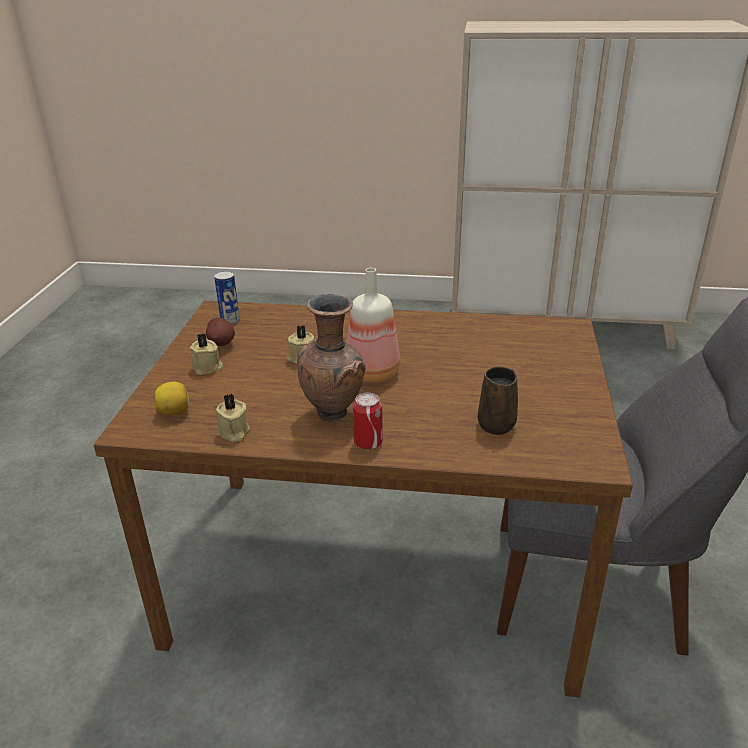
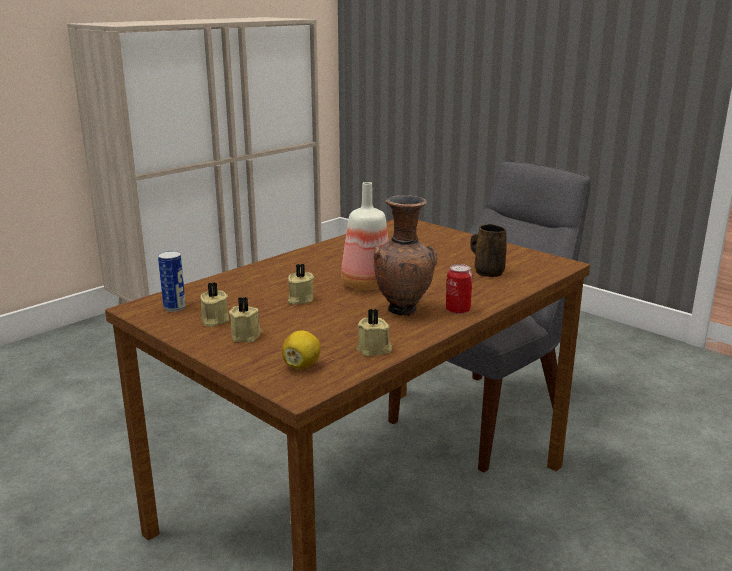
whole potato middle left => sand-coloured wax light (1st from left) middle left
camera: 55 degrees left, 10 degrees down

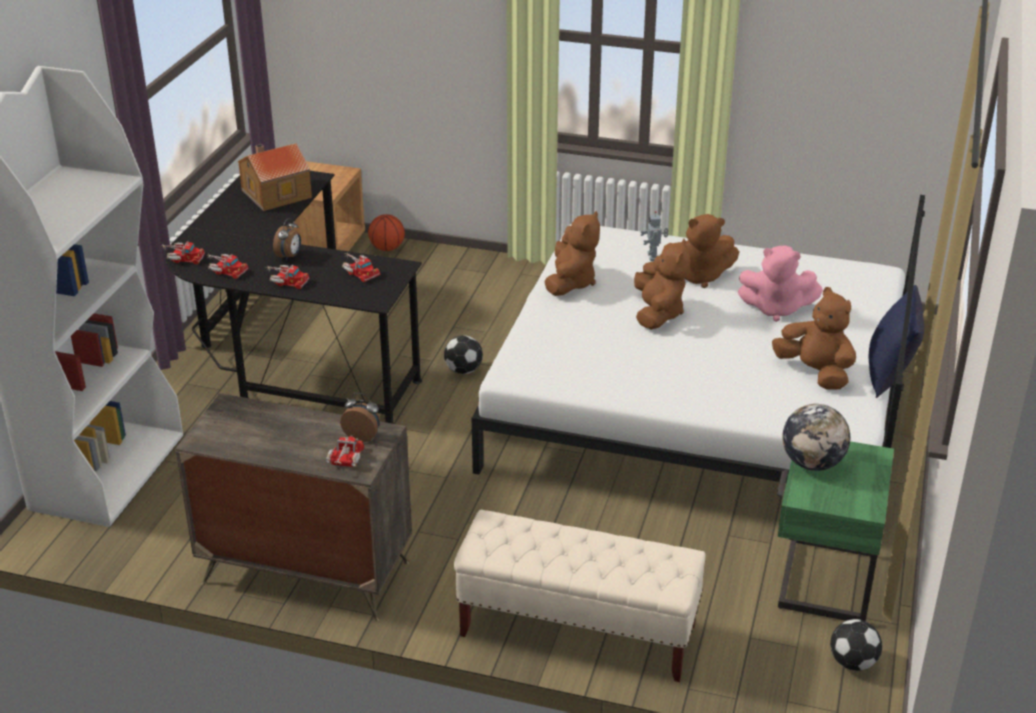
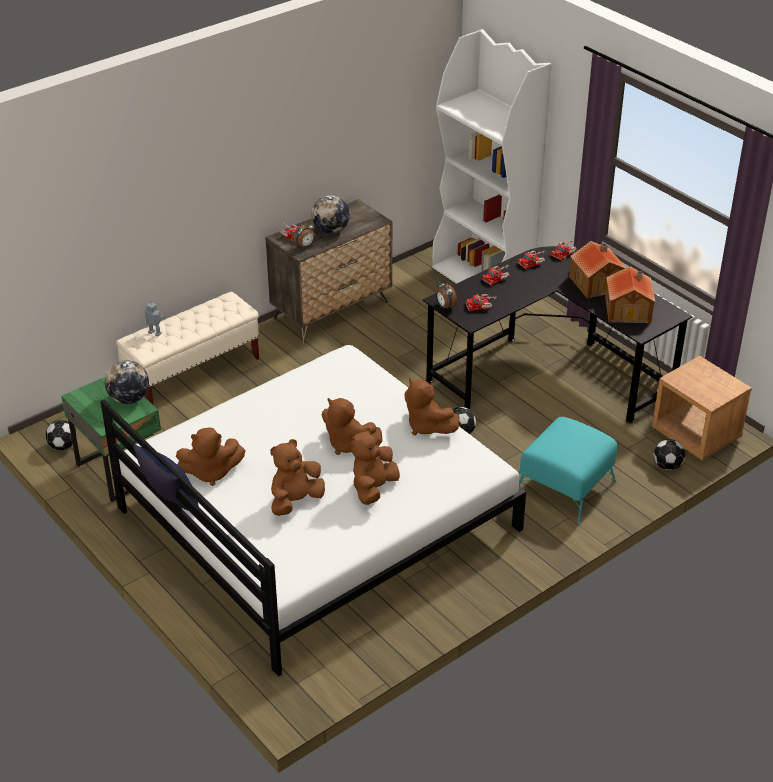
nothing => world globe (2nd from left) top centre
nothing => turquoise-coloured pouffe middle right
nothing => toy house (1st from left) middle right
table clock (1st from left in the first image) middle left => table clock (2nd from left) centre, move
toy robot top centre => toy robot middle left, move
ball for basketball top centre => football ball (3rd from left) middle right
pinkish soft toy middle right => brownish soft toy (2nd from left) centre
camera: 125 degrees right, 5 degrees up

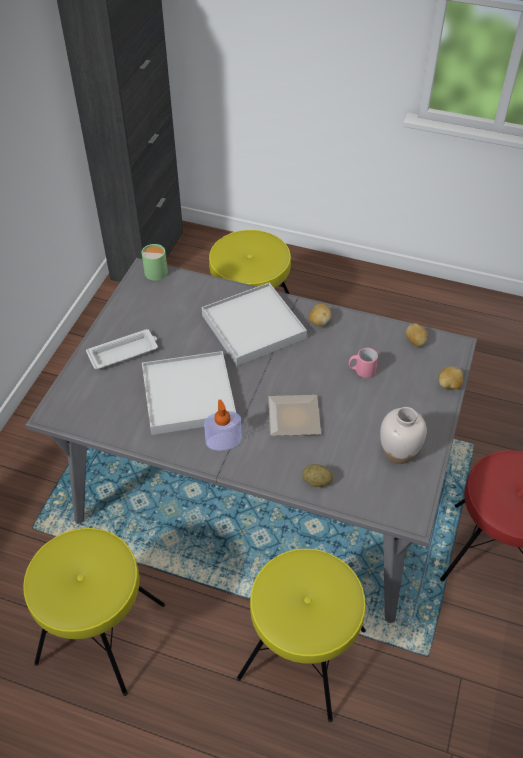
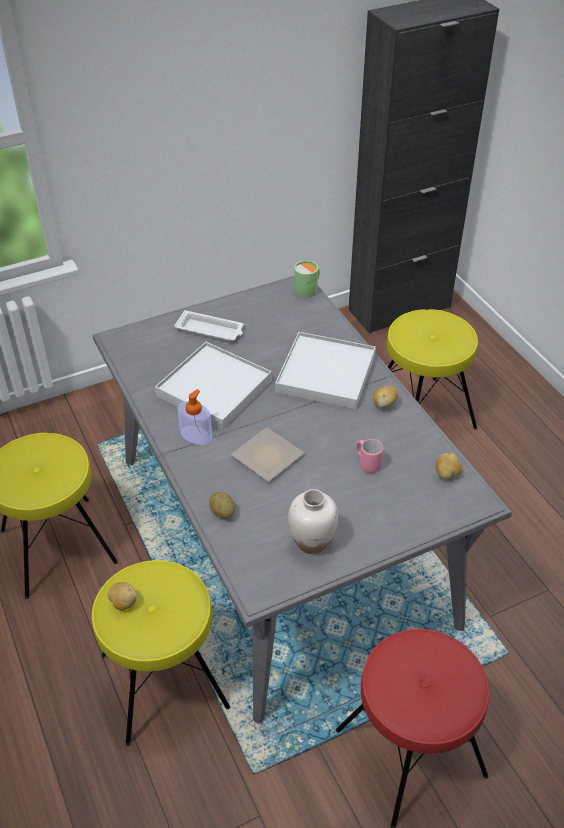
whole potato (4th from left in the first image) middle right => whole potato (1st from left) bottom left, move
camera: 45 degrees right, 5 degrees down

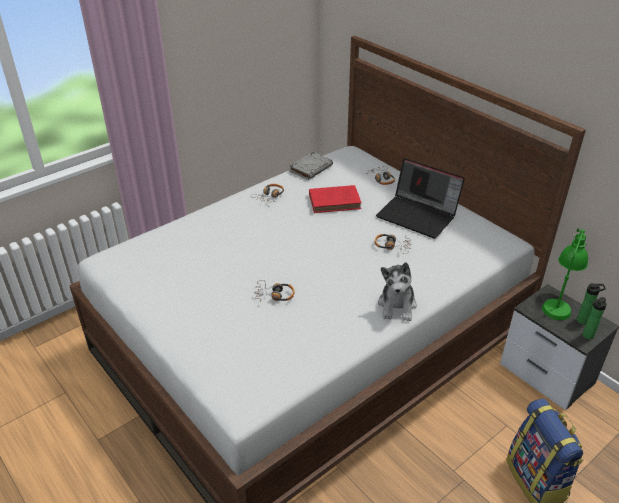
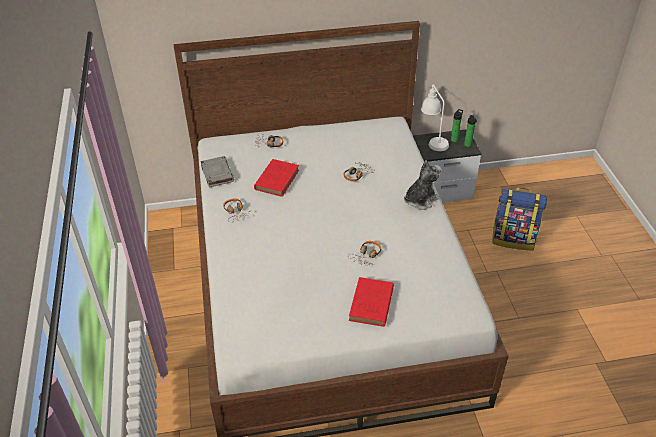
laptop middle right => nothing
nothing => red-coloured volume (2nd from left) bottom centre
greenish tabletop lamp middle right => whitish tabletop lamp top centre
soft toy centre, 75 degrees counterclockwise
camera: 60 degrees left, 5 degrees up

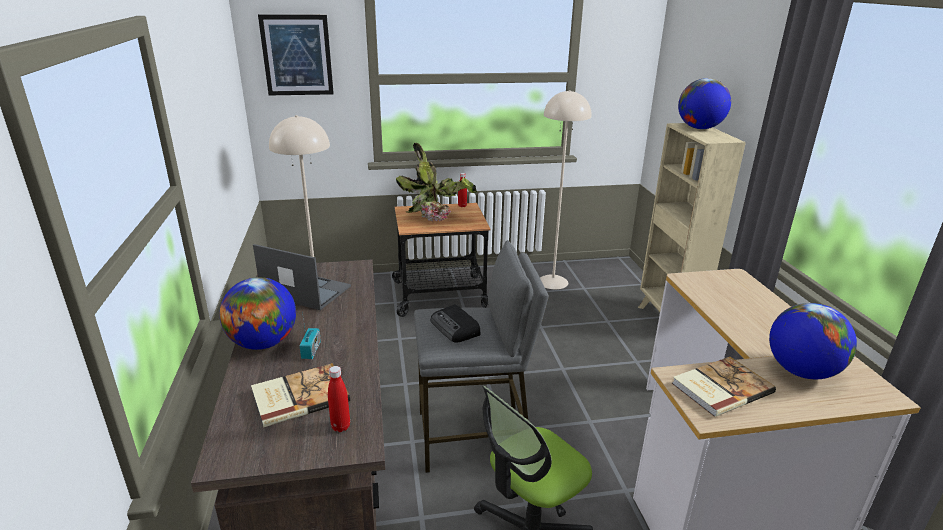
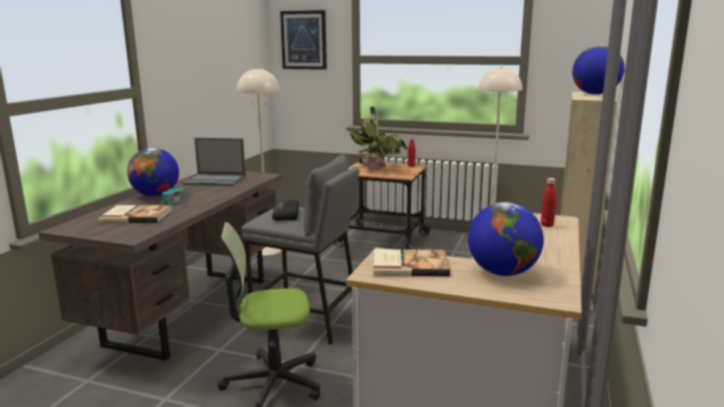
red-coloured drink bottle (1st from left in the first image) bottom centre => red-coloured drink bottle (2nd from left) middle right, move
laptop middle left, 135 degrees clockwise
camera: 30 degrees right, 10 degrees down

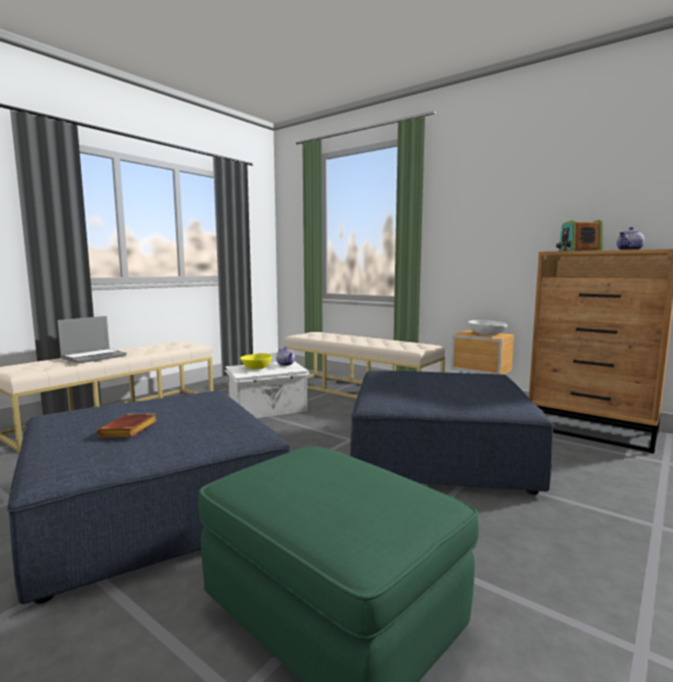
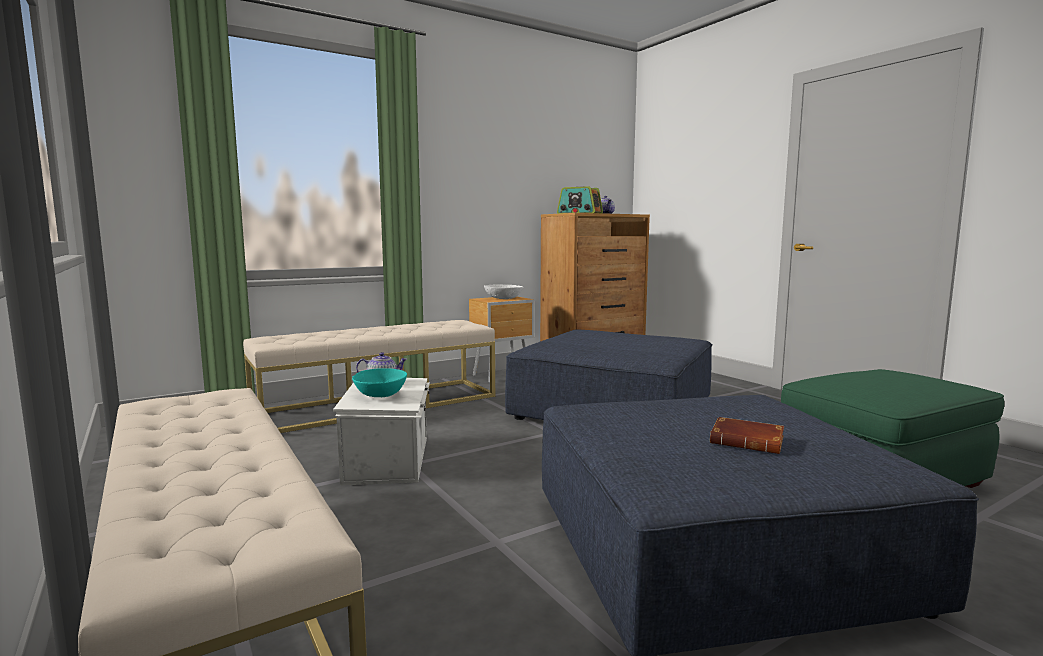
laptop middle left => nothing
yellowish bowl centre => turquoise-coloured bowl centre
camera: 70 degrees left, 0 degrees up

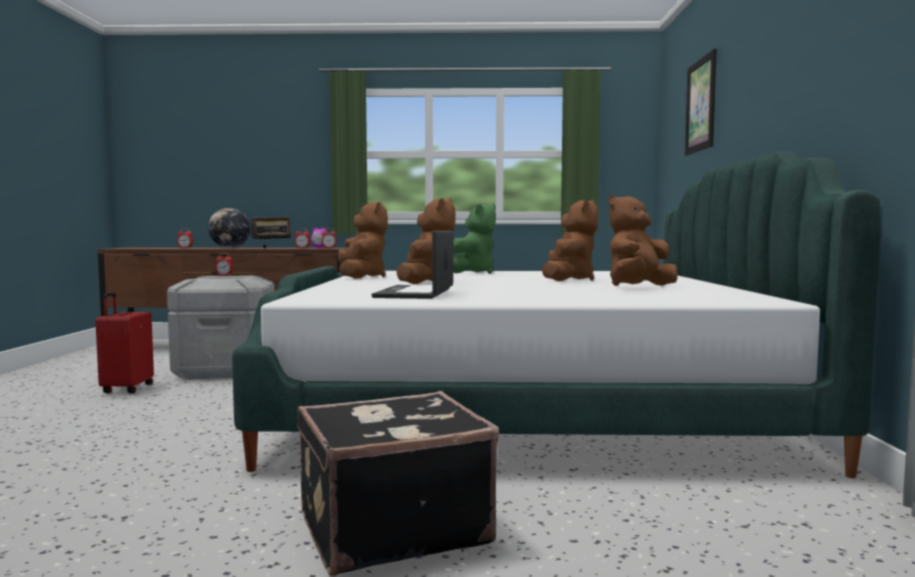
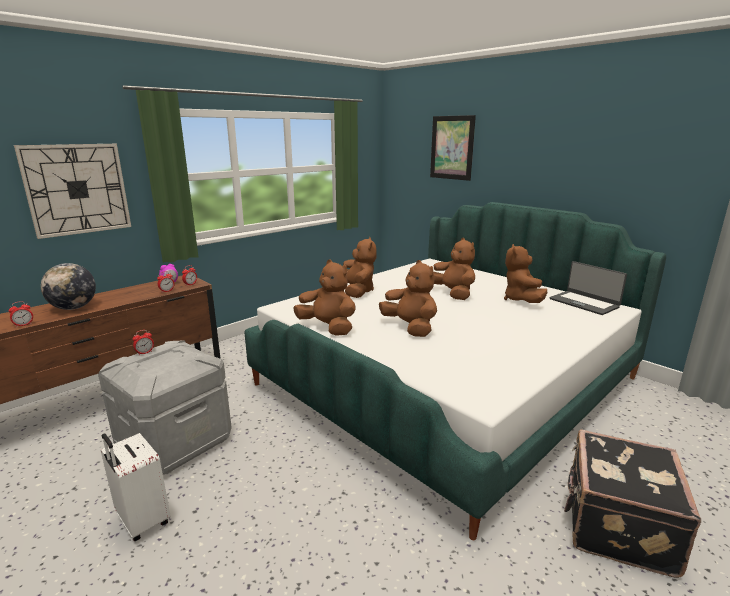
radio middle left => nothing
nothing => wall clock top left
laptop centre => laptop middle right, move
red-coloured piece of luggage middle left => whitish piece of luggage bottom left
greenish soft toy centre => brownish soft toy (2nd from left) centre
camera: 45 degrees left, 15 degrees up

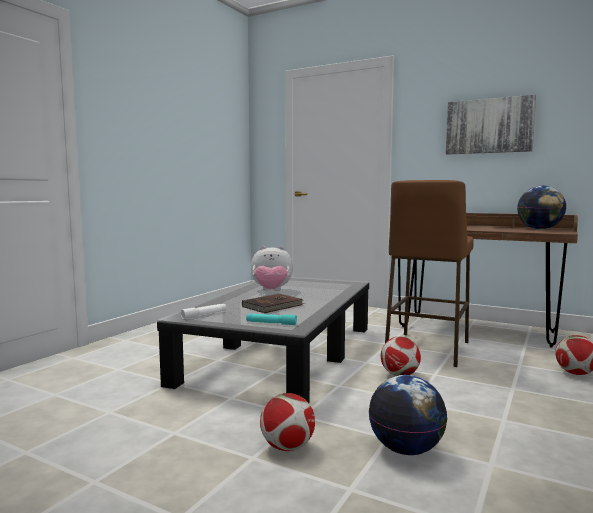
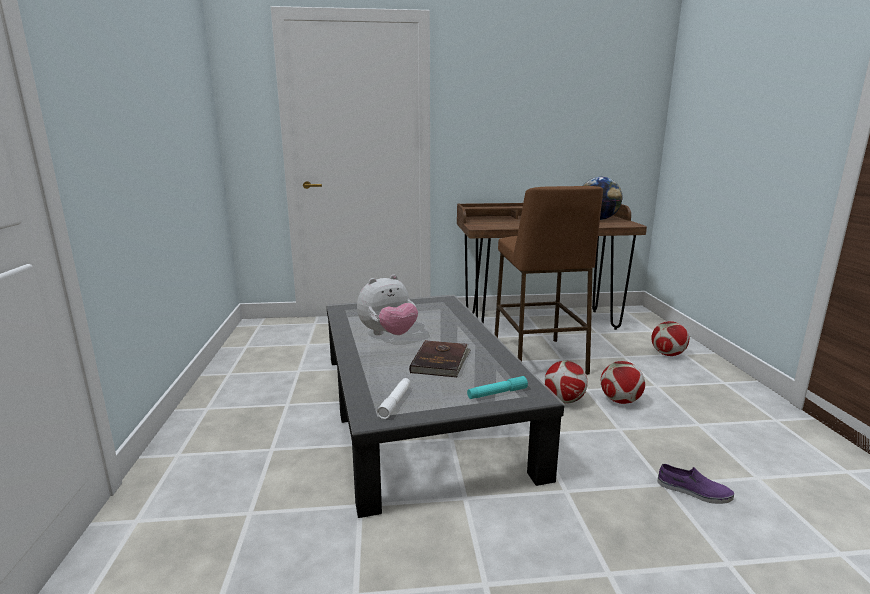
wall art top right => nothing
football ball (1st from left in the first image) bottom centre => football ball (2nd from left) middle right, move
world globe (1st from left) bottom right => purplish item of footwear bottom right
camera: 35 degrees left, 10 degrees up

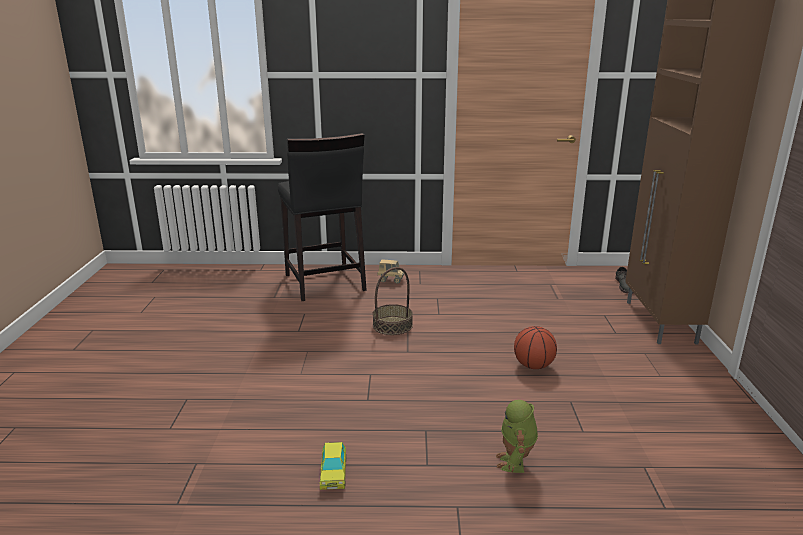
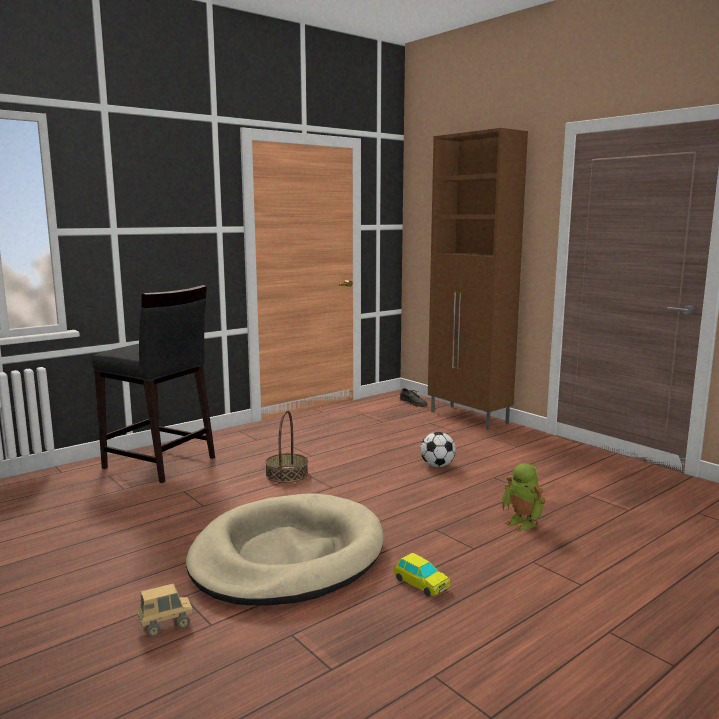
nothing => sand-coloured dog cushion bottom centre
toy lorry centre => toy lorry bottom left, move
ball for basketball centre => football ball centre
camera: 40 degrees left, 10 degrees down

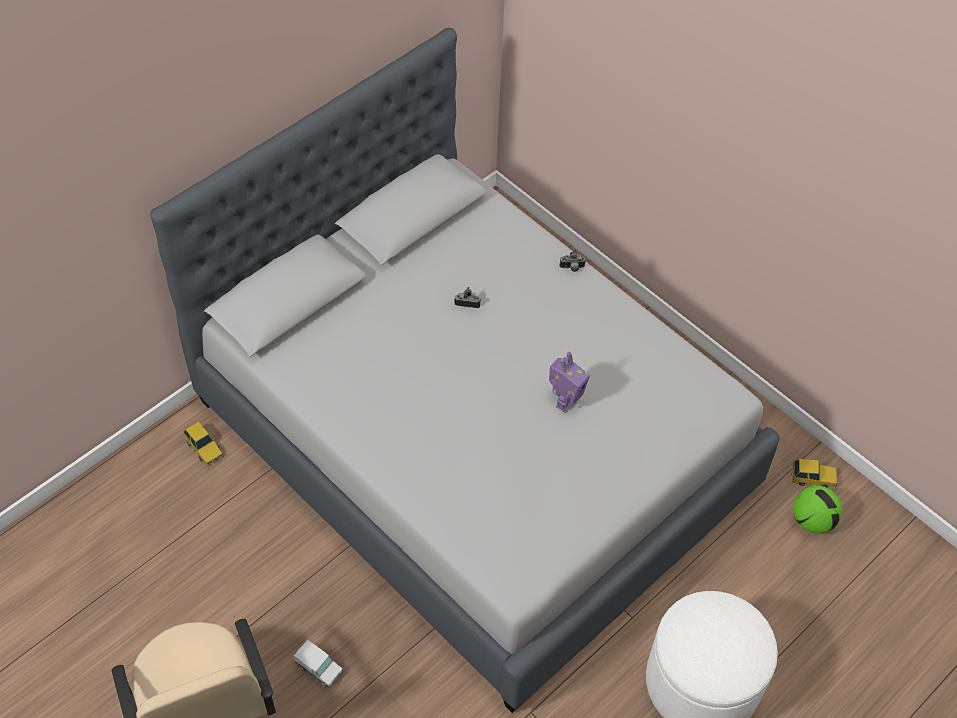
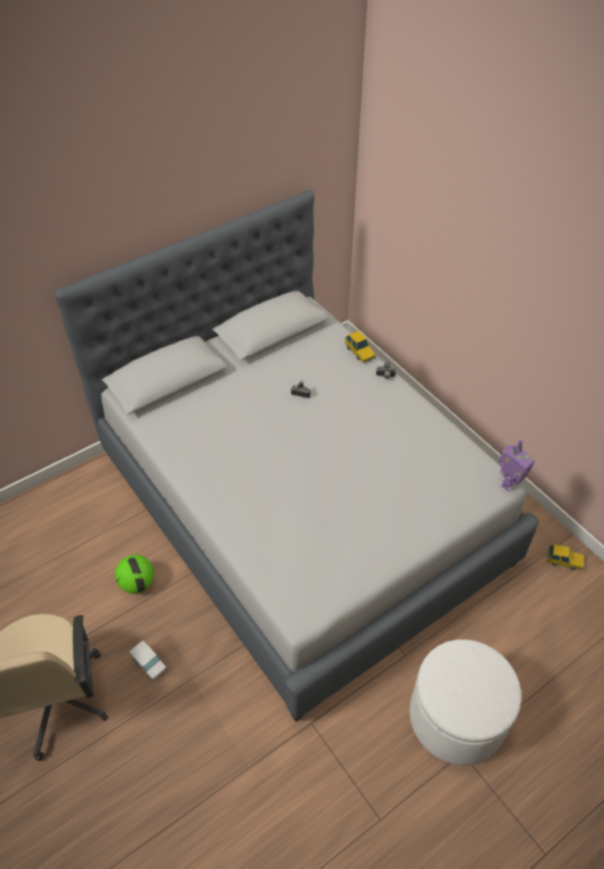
model car (1st from left) middle left => model car (1st from left) centre, move
toy robot centre => toy robot middle right, move
football ball bottom right => football ball middle left, move
camera: 10 degrees right, 5 degrees down

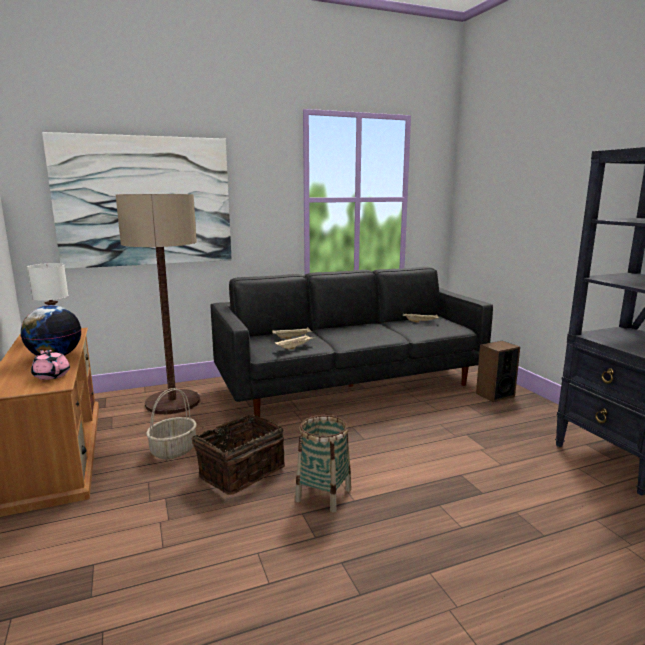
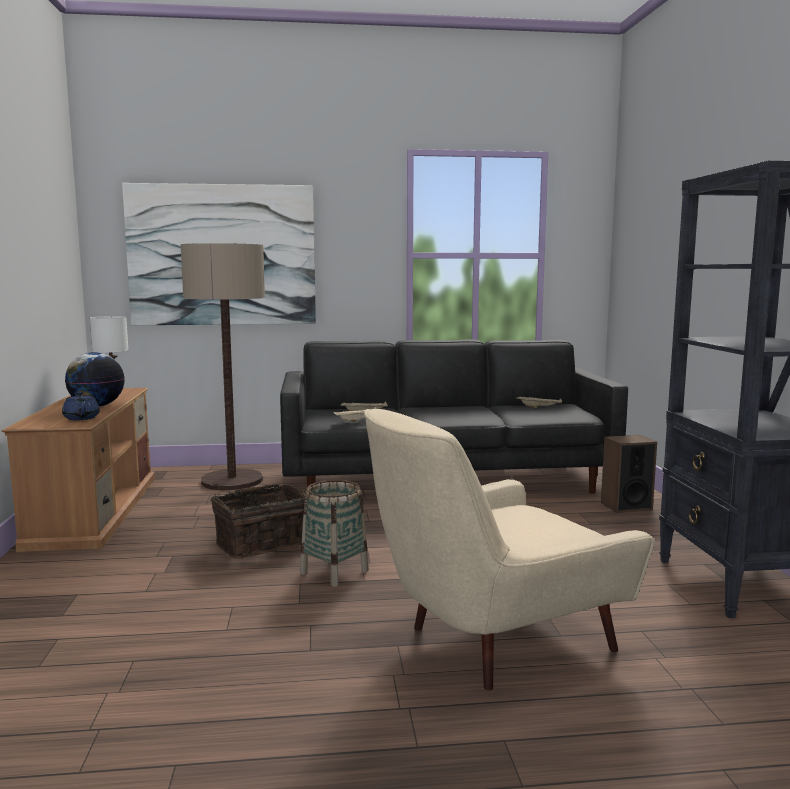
basket (1st from left) middle left => nothing
nothing => sand-coloured armchair bottom centre
pinkish pot for tea middle left => blue-coloured pot for tea middle left
camera: 15 degrees right, 5 degrees down

